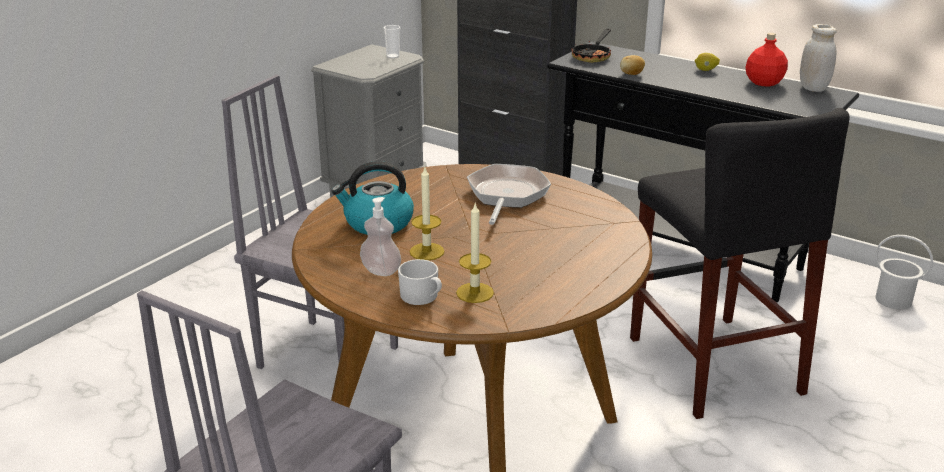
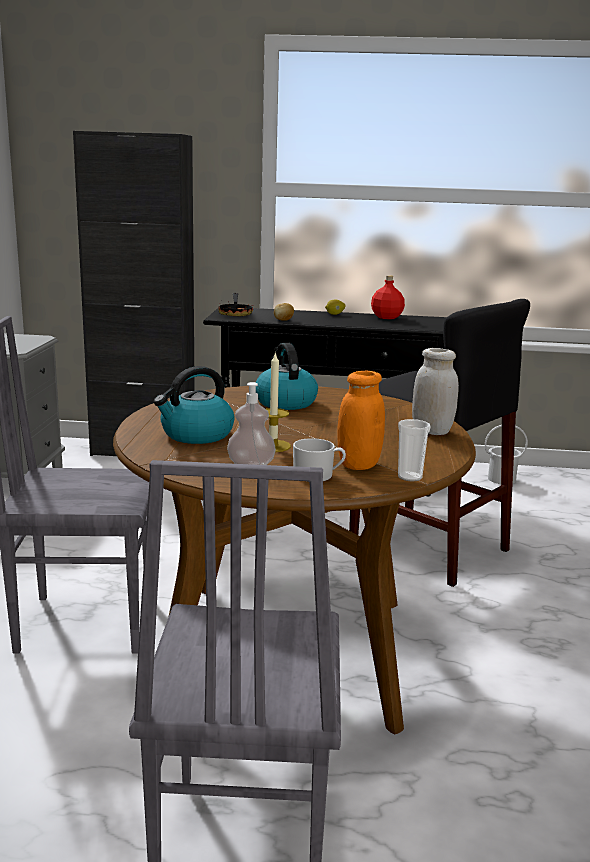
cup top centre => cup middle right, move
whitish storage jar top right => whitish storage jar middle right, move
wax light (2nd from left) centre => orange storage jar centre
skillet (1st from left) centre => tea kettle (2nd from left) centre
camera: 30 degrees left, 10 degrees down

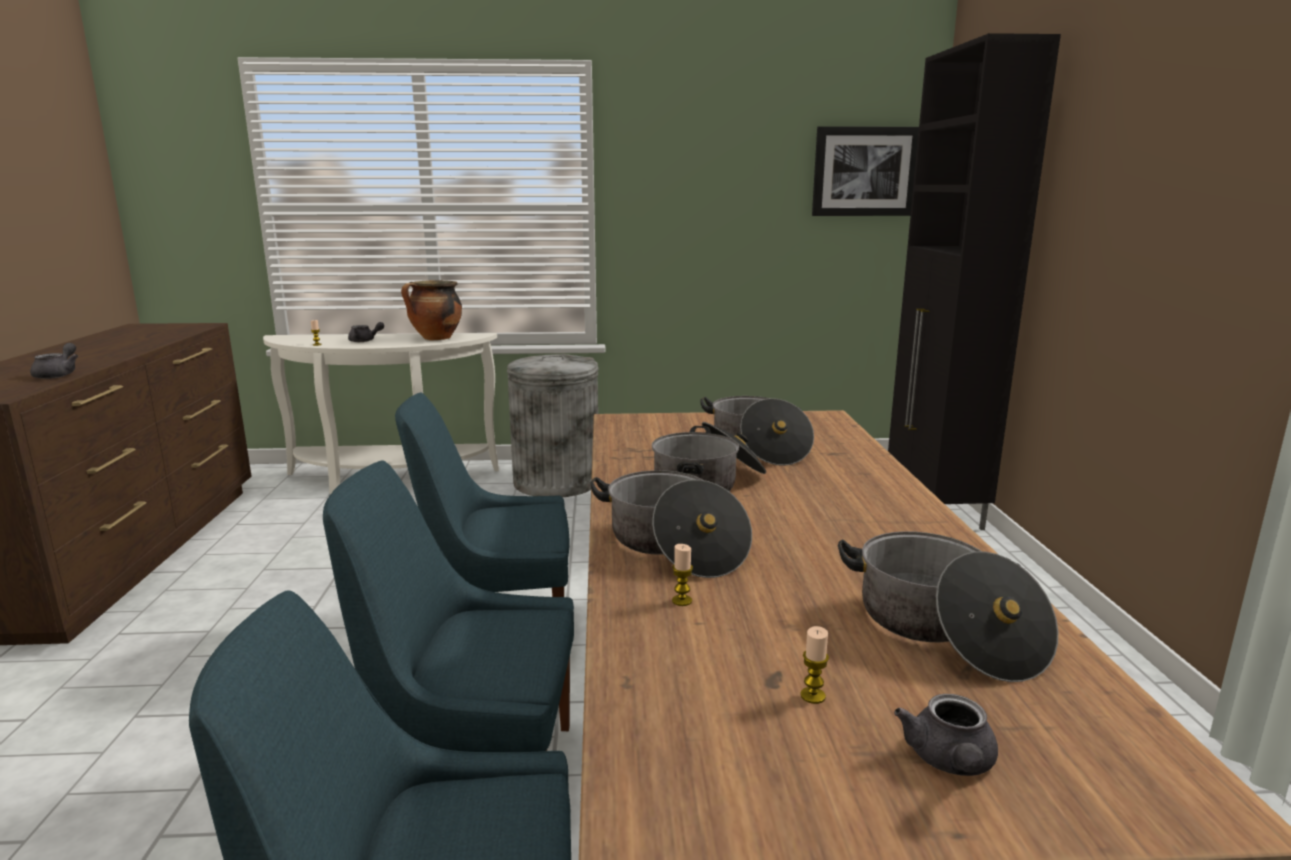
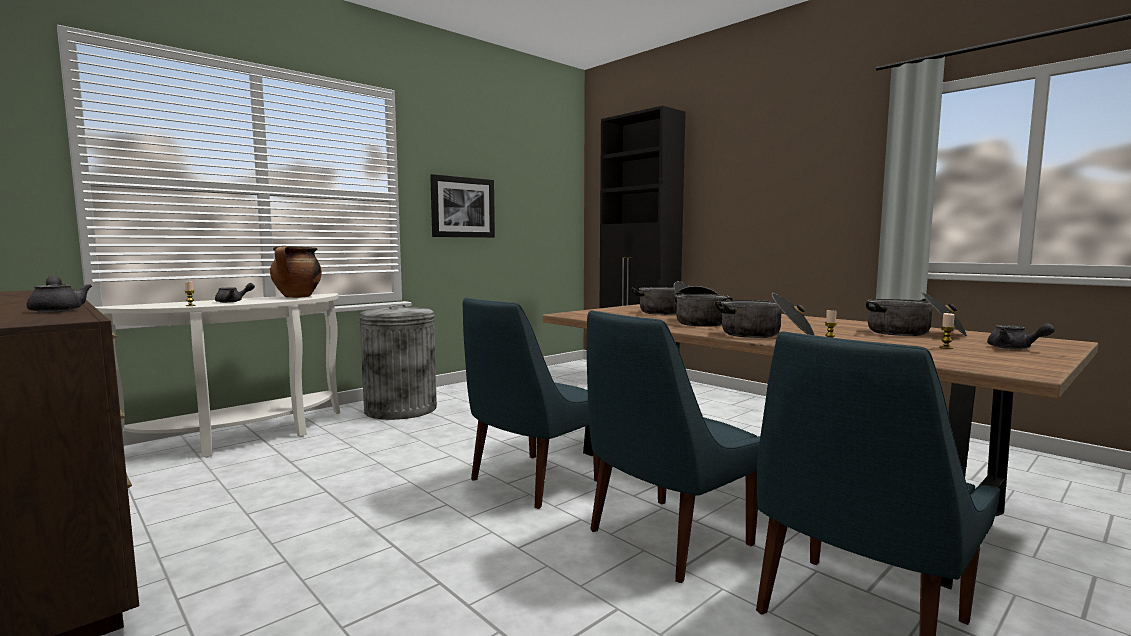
wall art top right => wall art top centre, move
camera: 40 degrees left, 10 degrees down

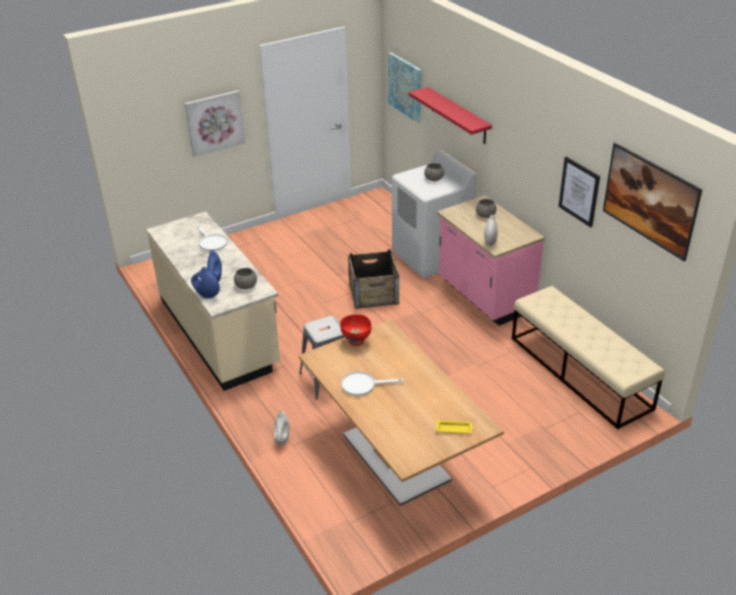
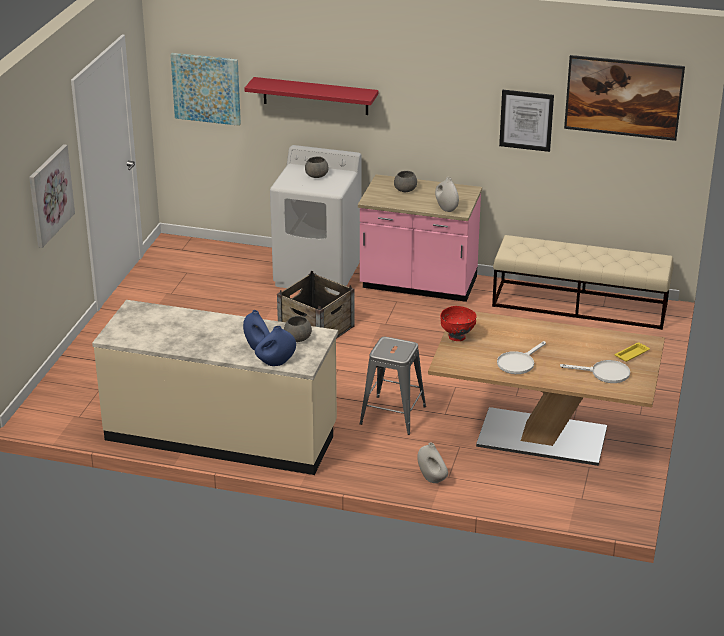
whitish skillet (1st from left in the first image) middle left => whitish skillet (2nd from left) middle right, move
camera: 45 degrees left, 5 degrees down

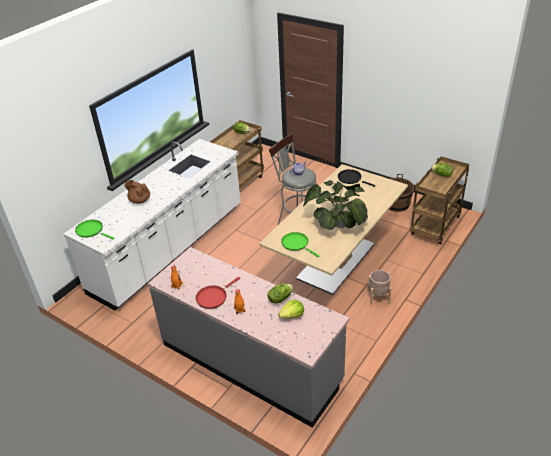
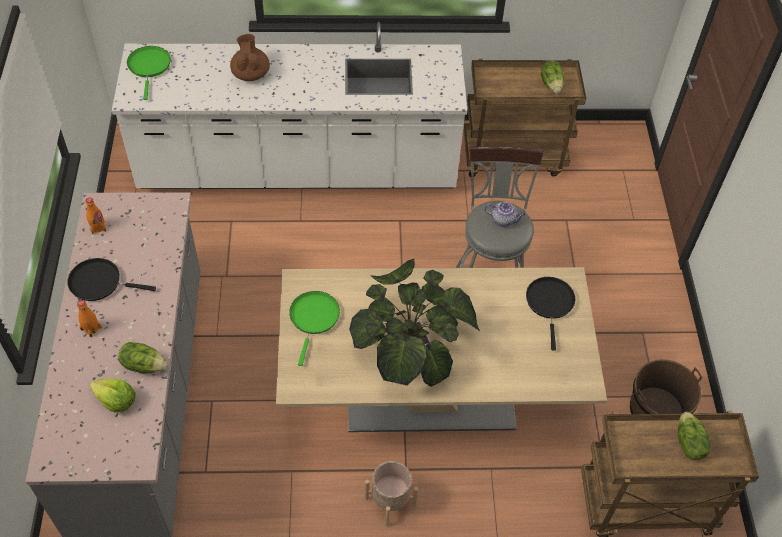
red-coloured skillet centre => black skillet (1st from left) middle left
camera: 50 degrees right, 15 degrees up

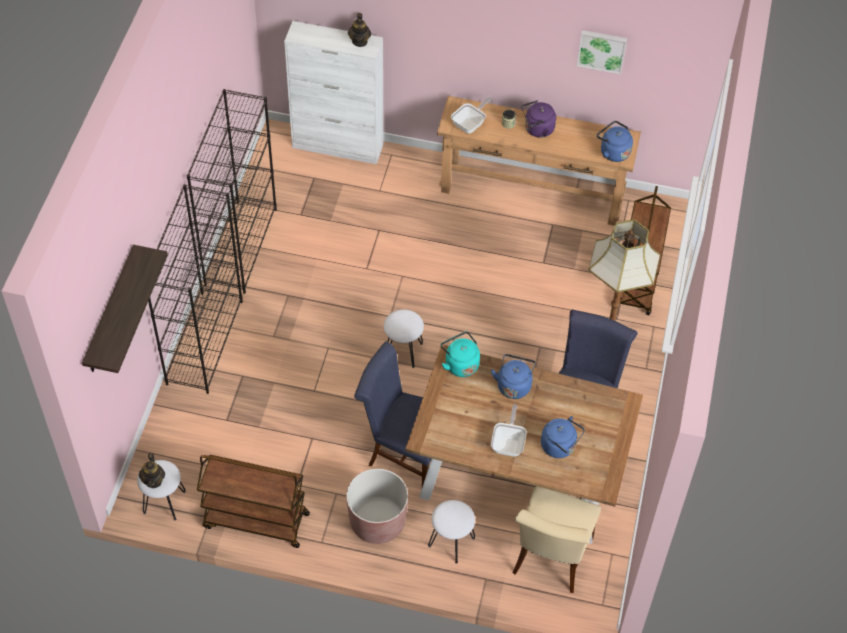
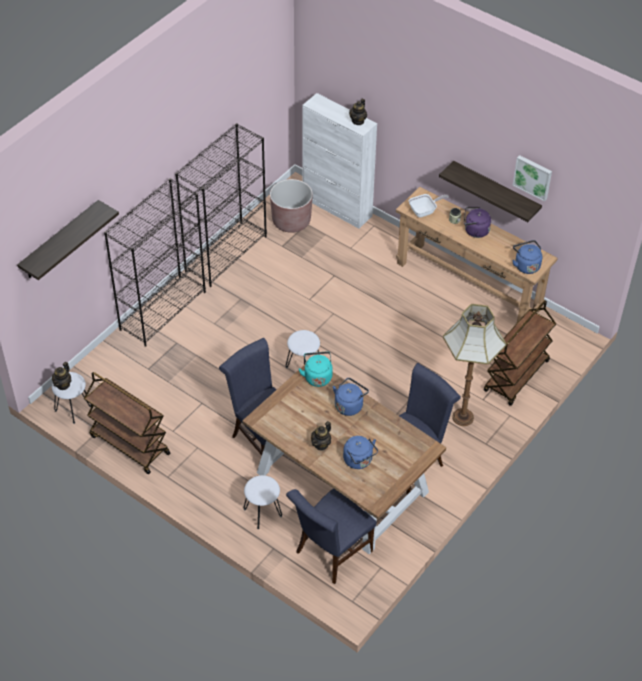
nothing => shelf (2nd from left) top right
brownish flower pot bottom centre => brownish flower pot top centre, move
skillet (2nd from left) bottom centre => pot for tea (2nd from left) centre
sand-coloured chair bottom centre => blue-coloured chair (2nd from left) bottom centre
camera: 25 degrees right, 5 degrees down

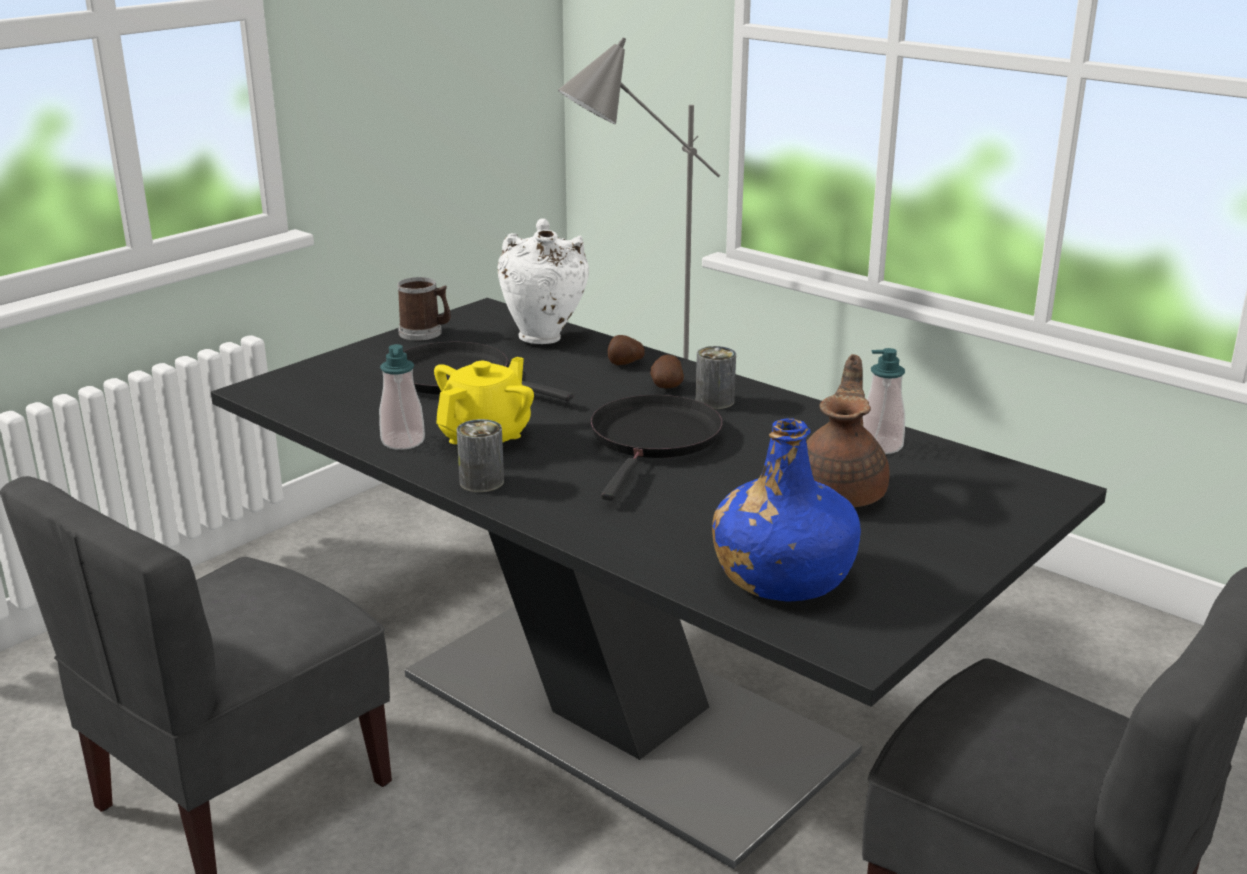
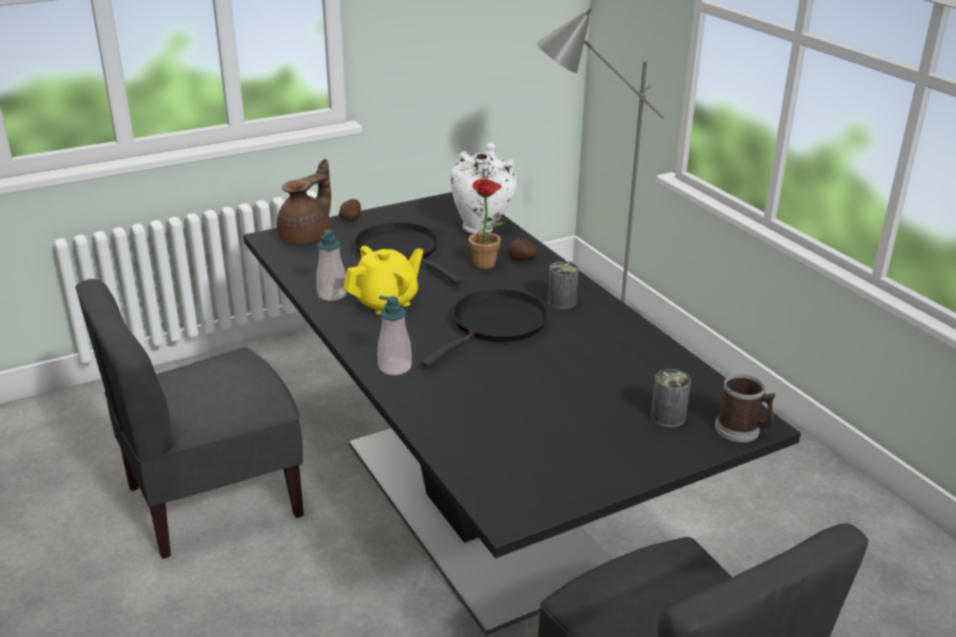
blue-coloured drink bottle centre => nothing
nothing => houseplant centre
mug centre => mug middle right, move
sealed can (1st from left in the first image) centre => sealed can (2nd from left) middle right, move
whole potato (2nd from left in the first image) centre => whole potato (1st from left) top centre, move
brownish pot for tea middle right => brownish pot for tea top left, move
soap bottle (2nd from left) middle right => soap bottle (2nd from left) centre, move
camera: 20 degrees right, 5 degrees up

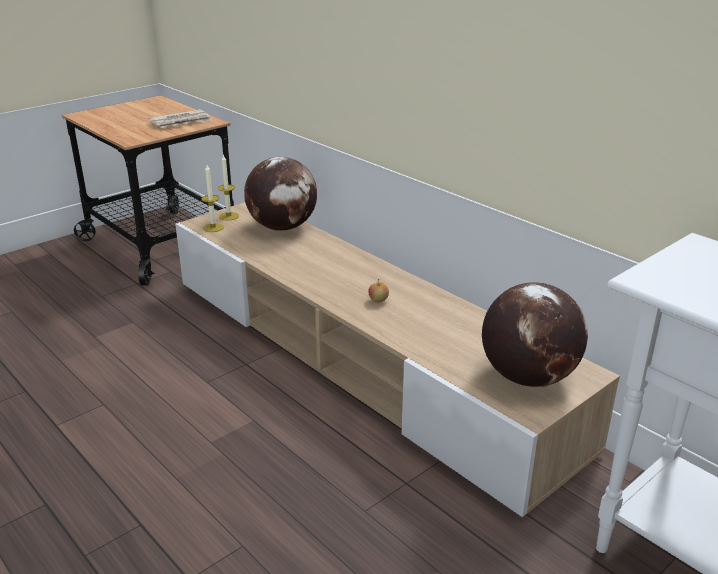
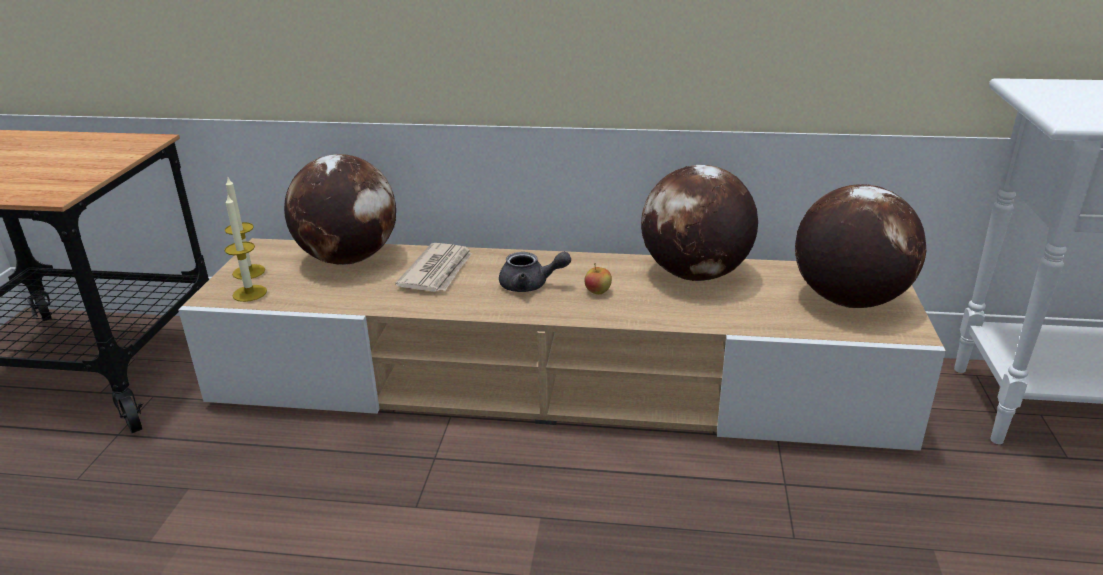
nothing => gray pot for tea centre
nothing => world globe (2nd from left) centre
newspaper top left => newspaper centre, move
camera: 40 degrees left, 0 degrees up

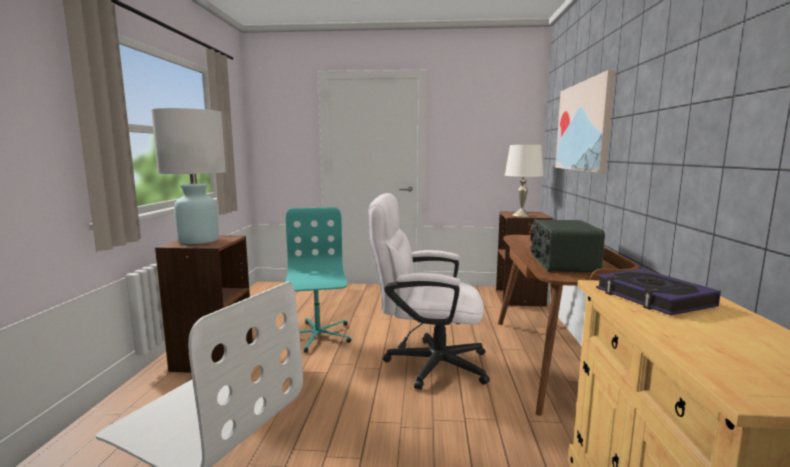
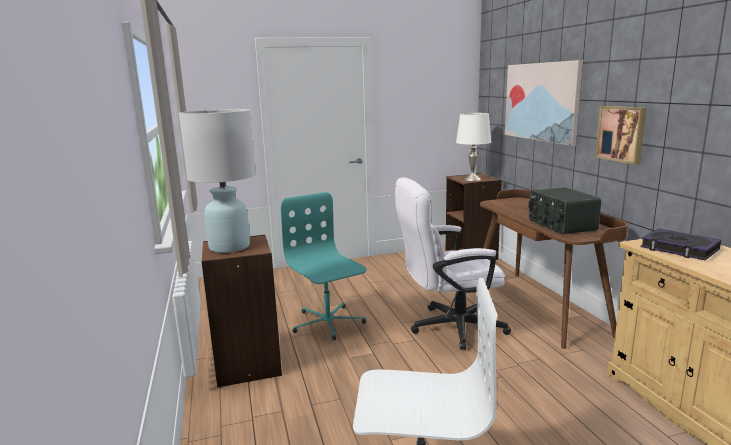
nothing => wall art (2nd from left) top right
camera: 20 degrees left, 5 degrees up

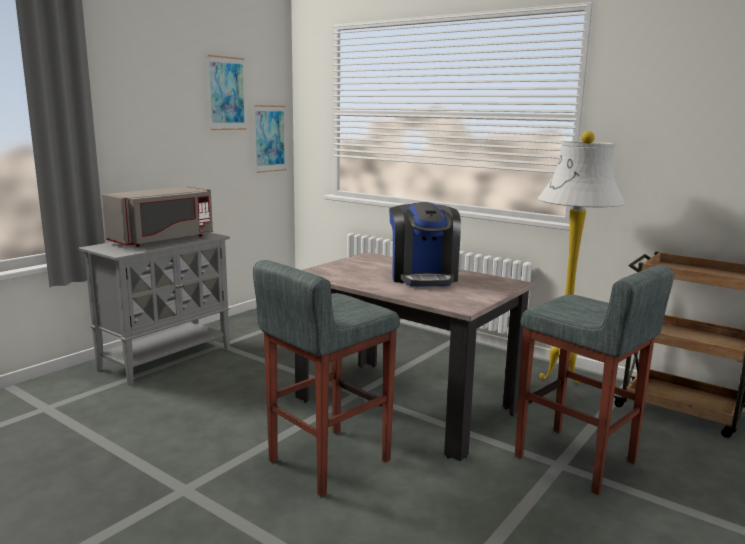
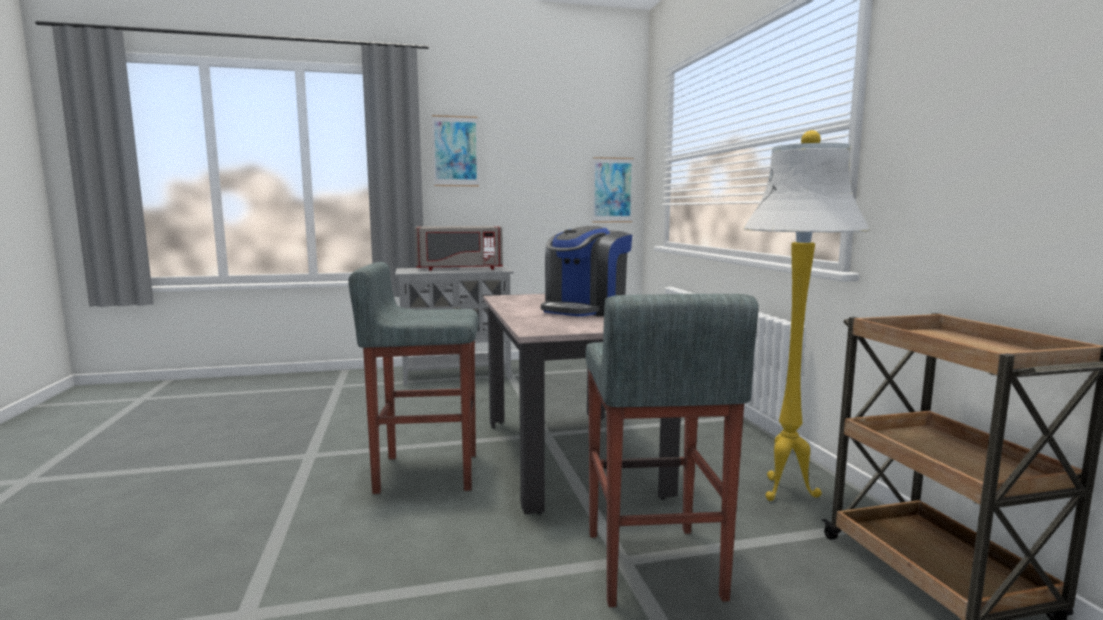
wall art (1st from left) top left => wall art (1st from left) top centre, move
camera: 40 degrees right, 5 degrees down

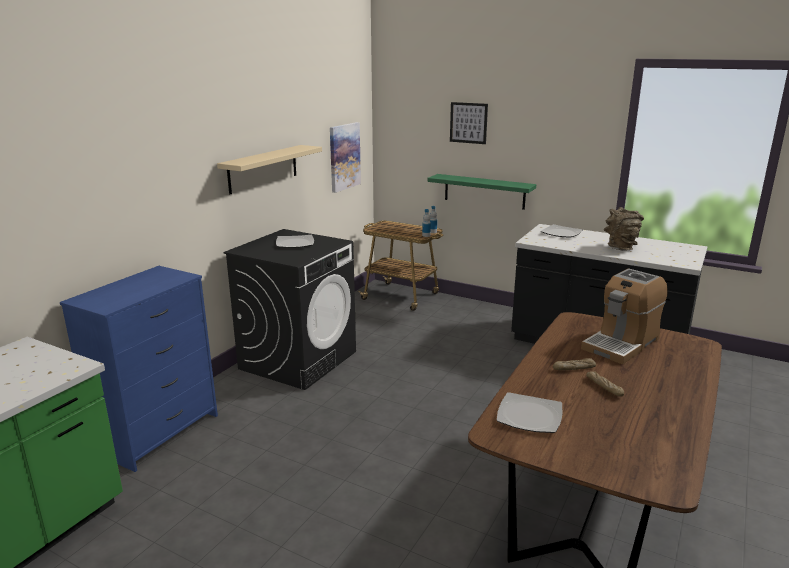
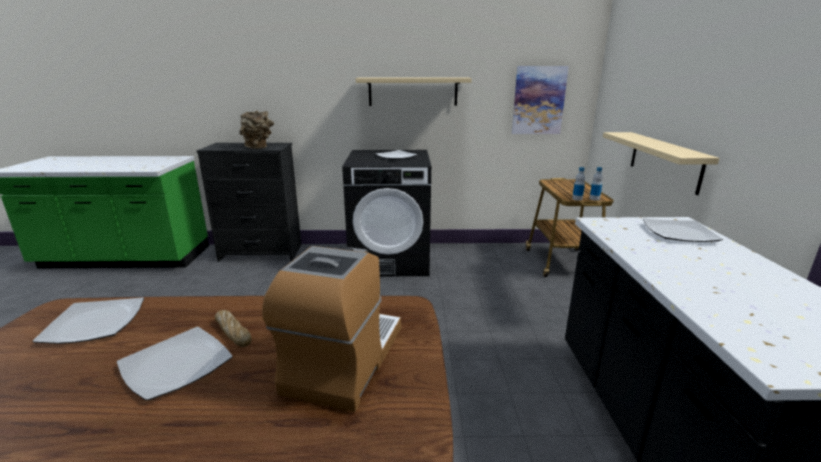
wall art (2nd from left) top centre => nothing
brownish flower vase middle right => brownish flower vase top left, move
bread (2nd from left) bottom right => flat dish (2nd from left) bottom left
blue-coloured chest of drawers middle left => black chest of drawers middle left
greenish shelf centre => sand-coloured shelf (2nd from left) middle right
coffee machine middle right => coffee machine bottom centre, 90 degrees clockwise
camera: 60 degrees right, 0 degrees up

